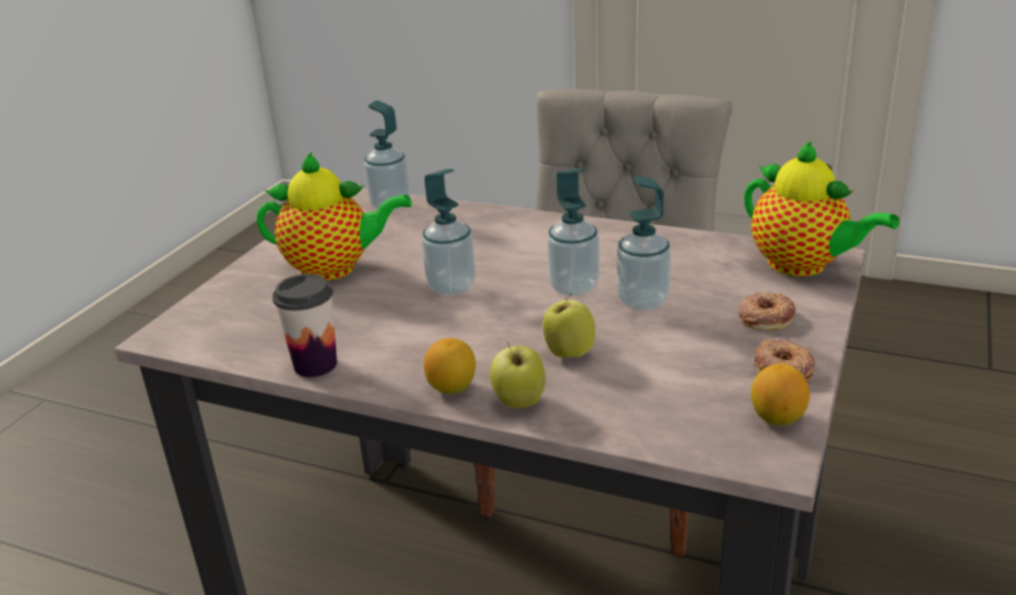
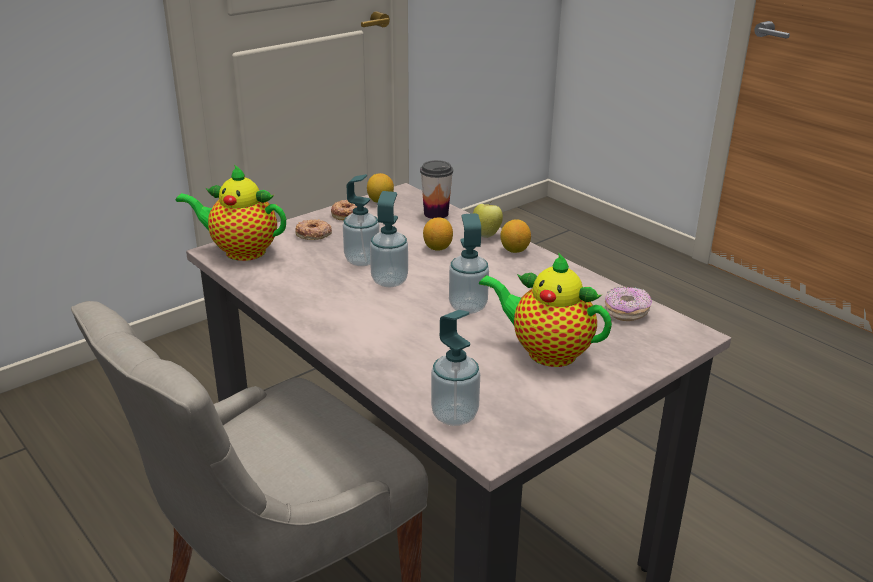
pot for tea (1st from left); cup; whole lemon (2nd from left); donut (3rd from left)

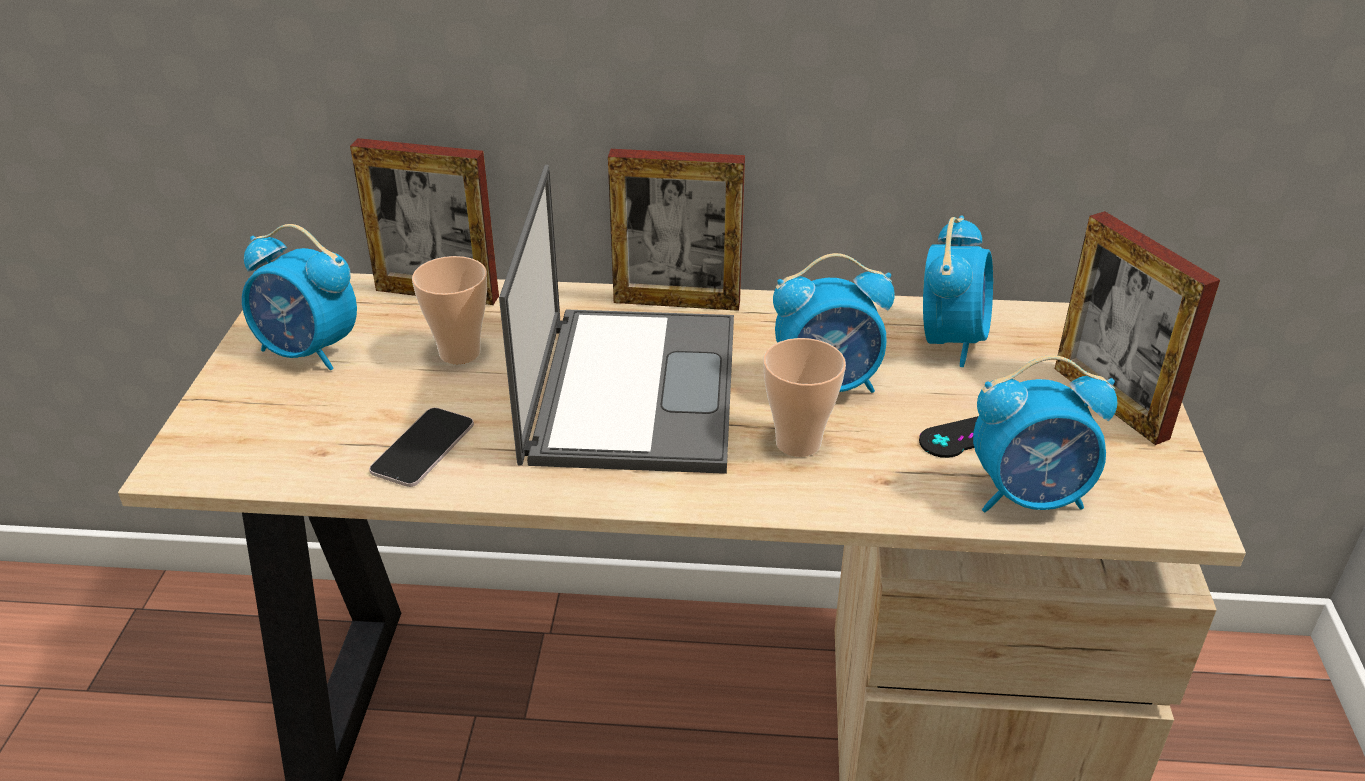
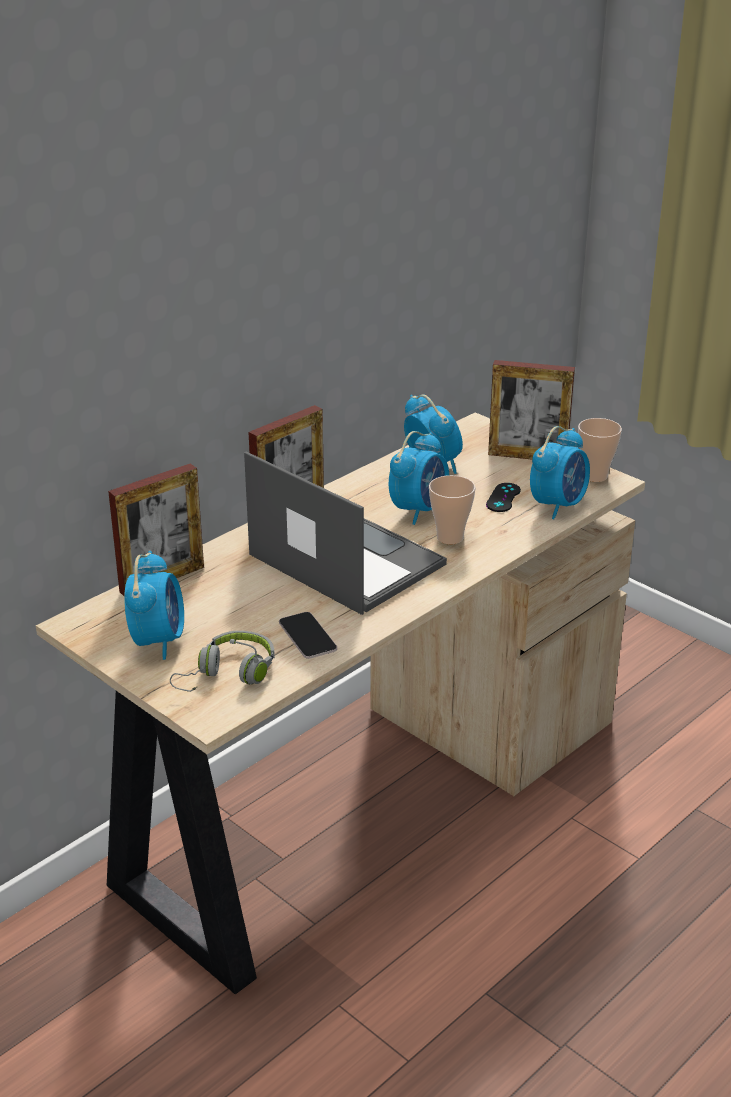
table clock (1st from left); cup (2nd from left); greyish pair of headphones

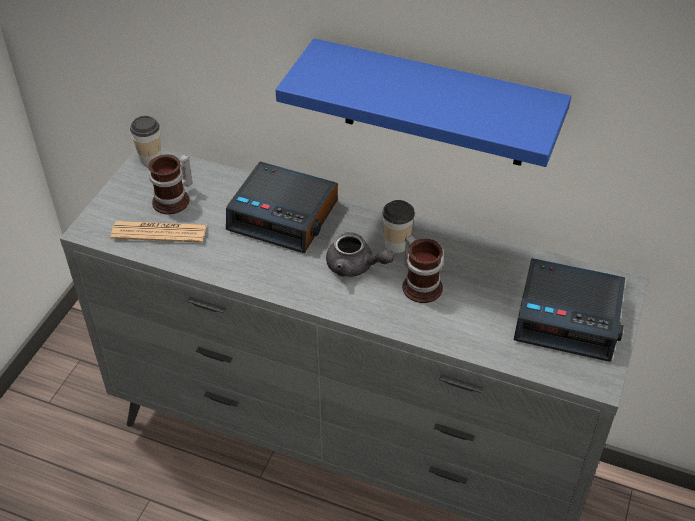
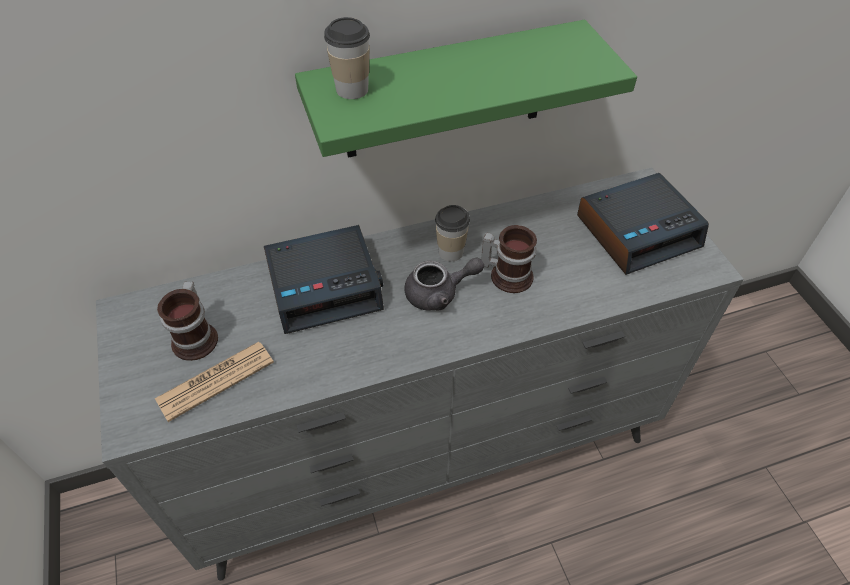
green wall shelf; cup (1st from left)

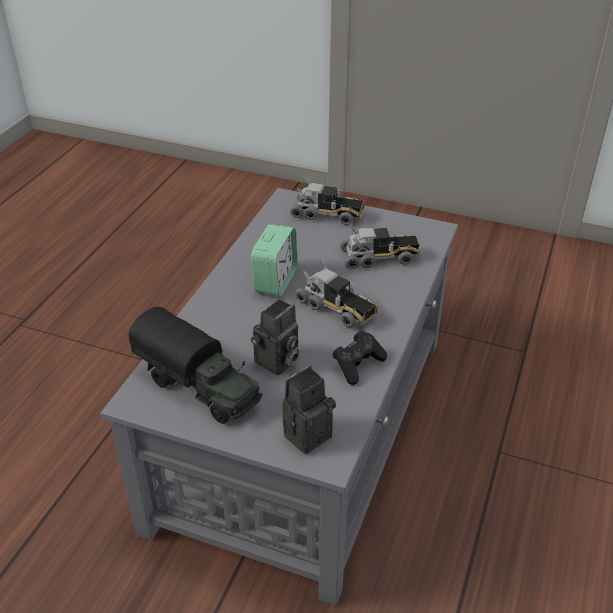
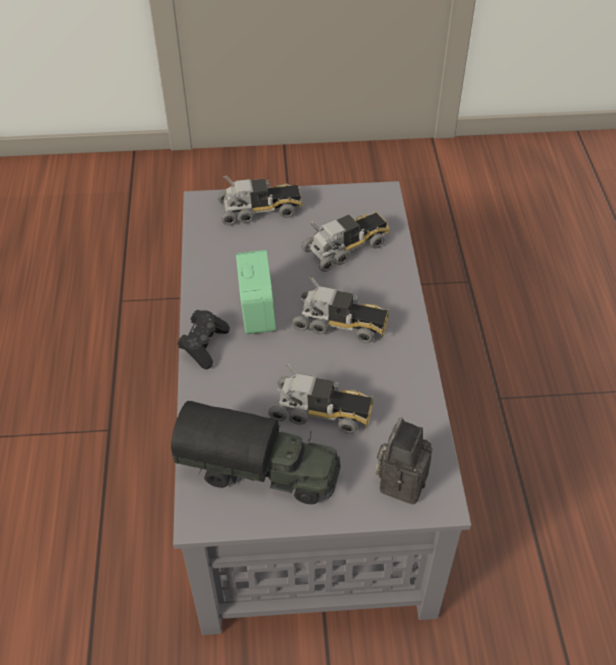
toy lorry (3rd from left); black-coloured gamepad

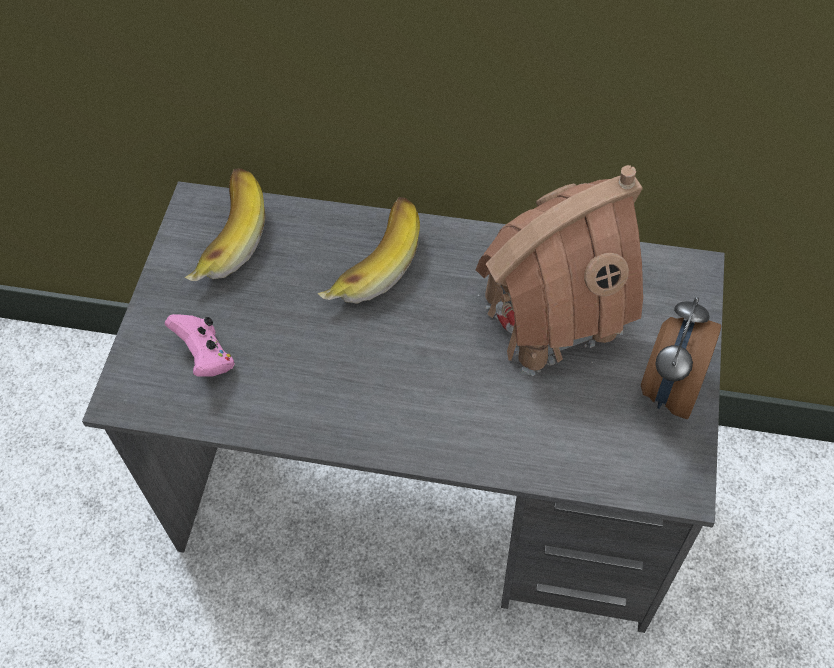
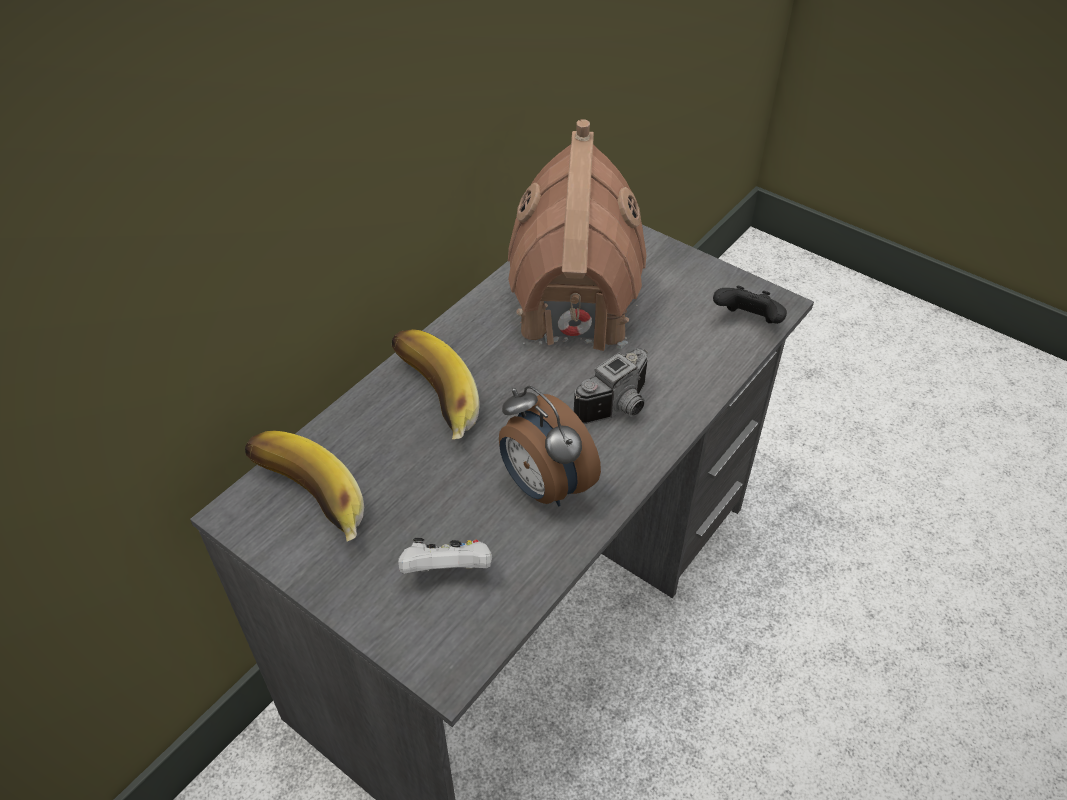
table clock; whitish gamepad; black-coloured gamepad; still camera

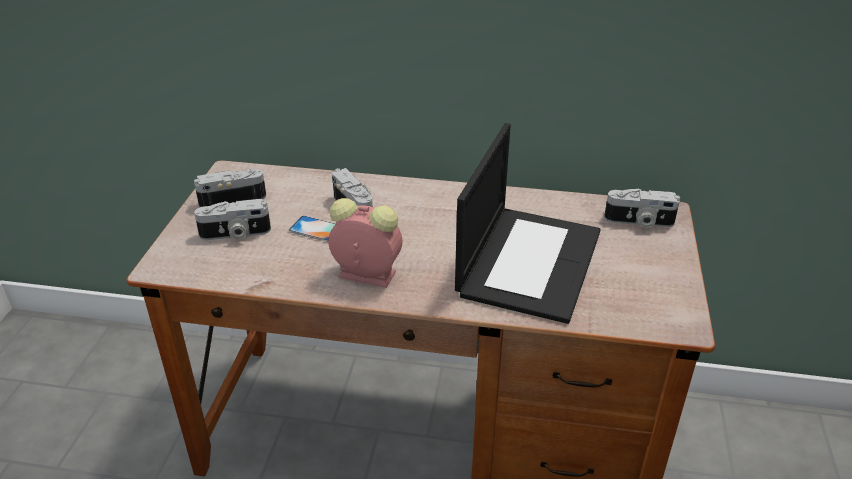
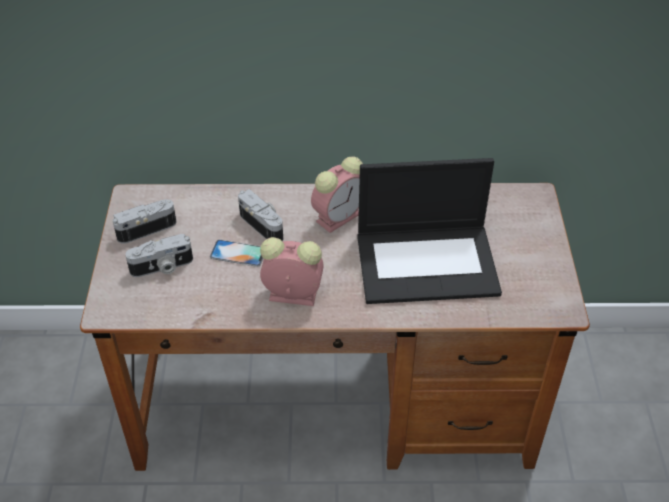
laptop; still camera (4th from left in the first image); table clock (2nd from left)

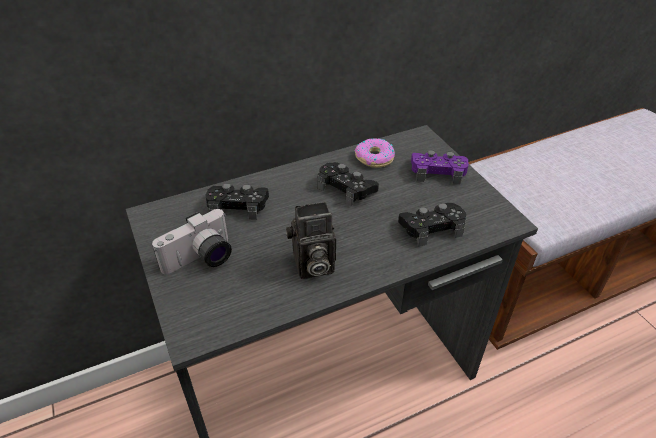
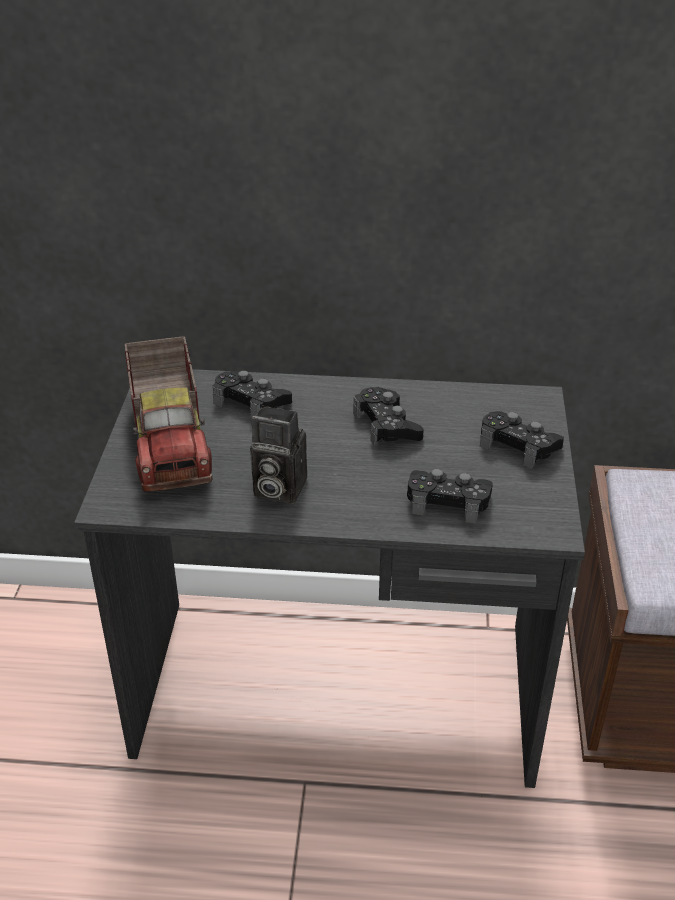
donut; black-coloured gamepad (4th from left); toy lorry

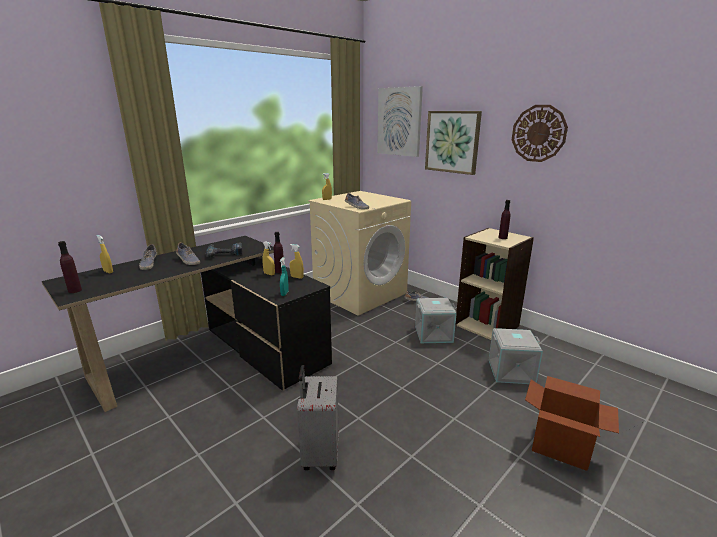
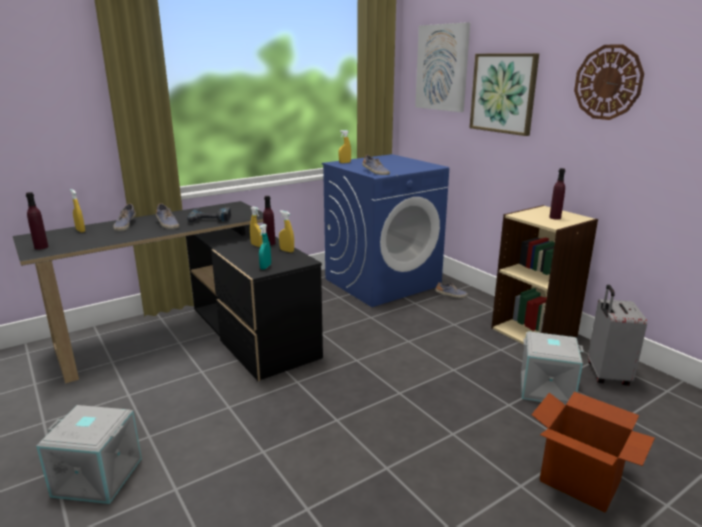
blue-coloured laundry machine; greyish storage box (1st from left); greyish piece of luggage

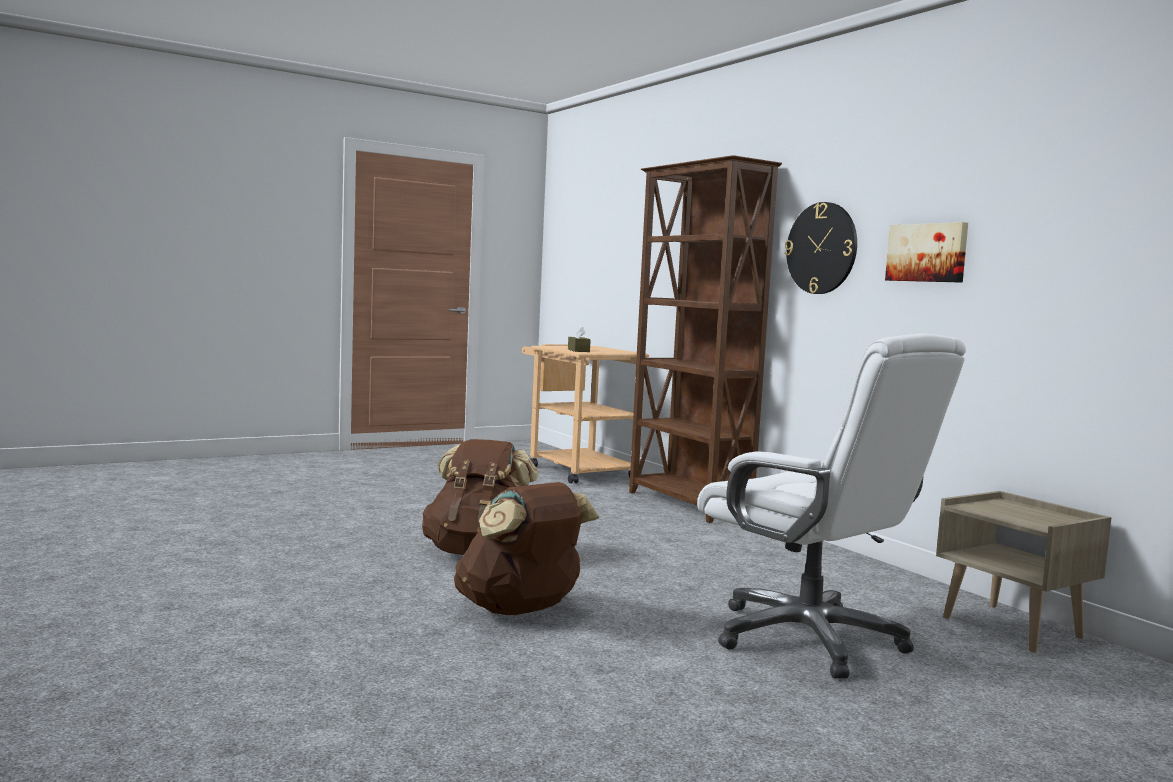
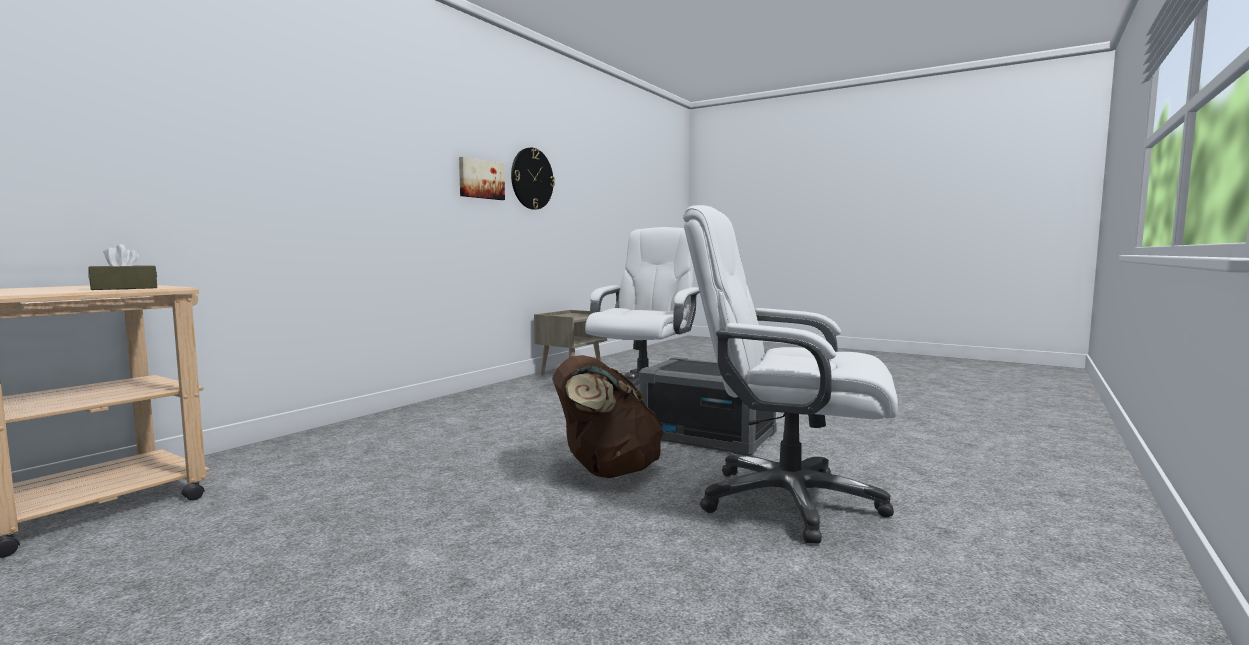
brown shelving unit; clock on the wall; greyish storage box; whitish computer chair (2nd from left)

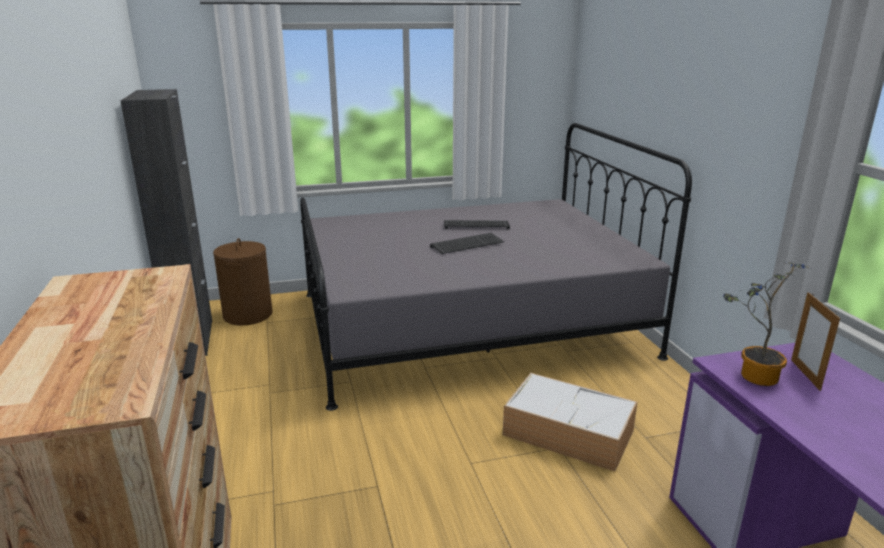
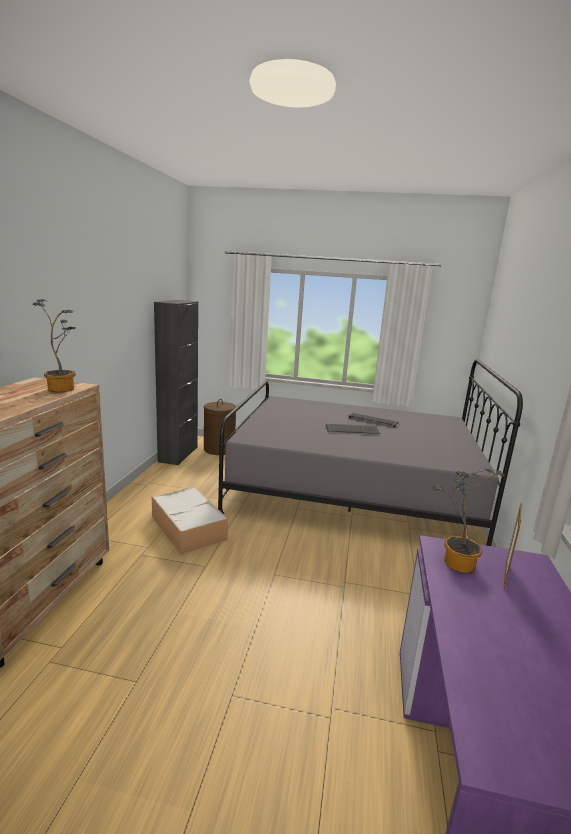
storage box; houseplant (1st from left)

